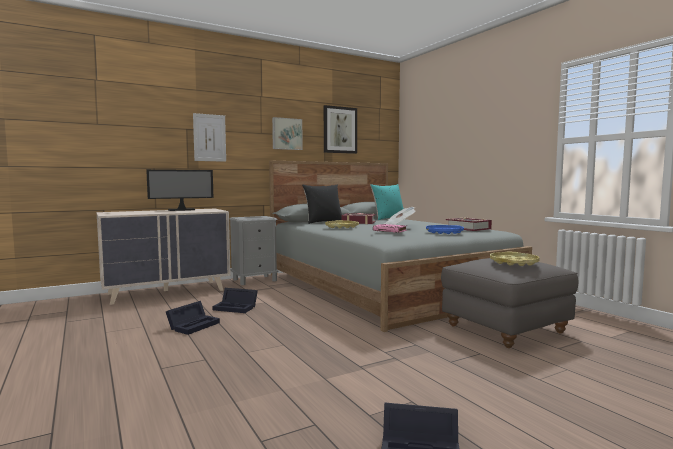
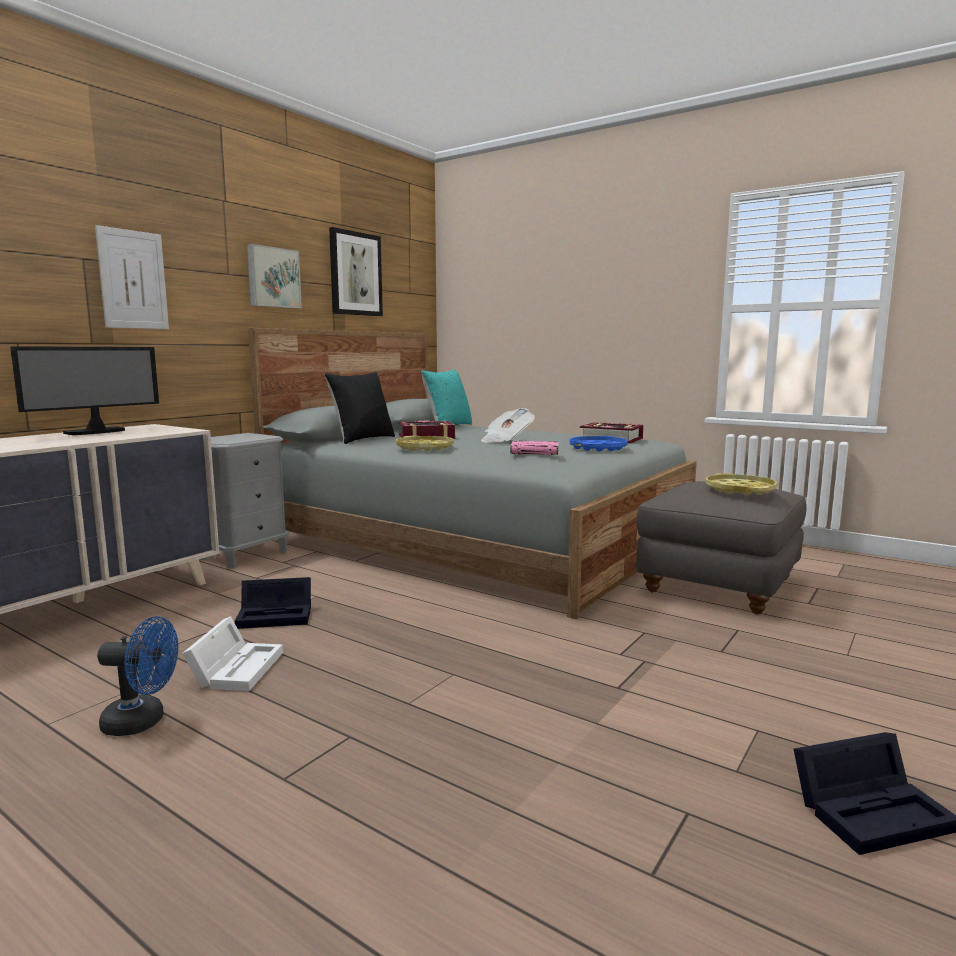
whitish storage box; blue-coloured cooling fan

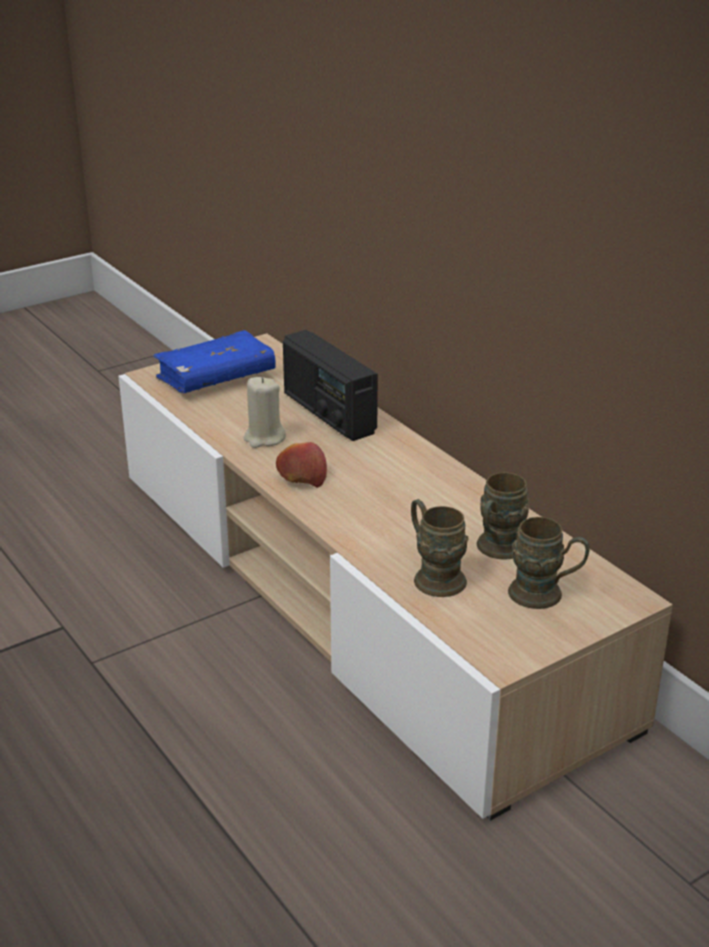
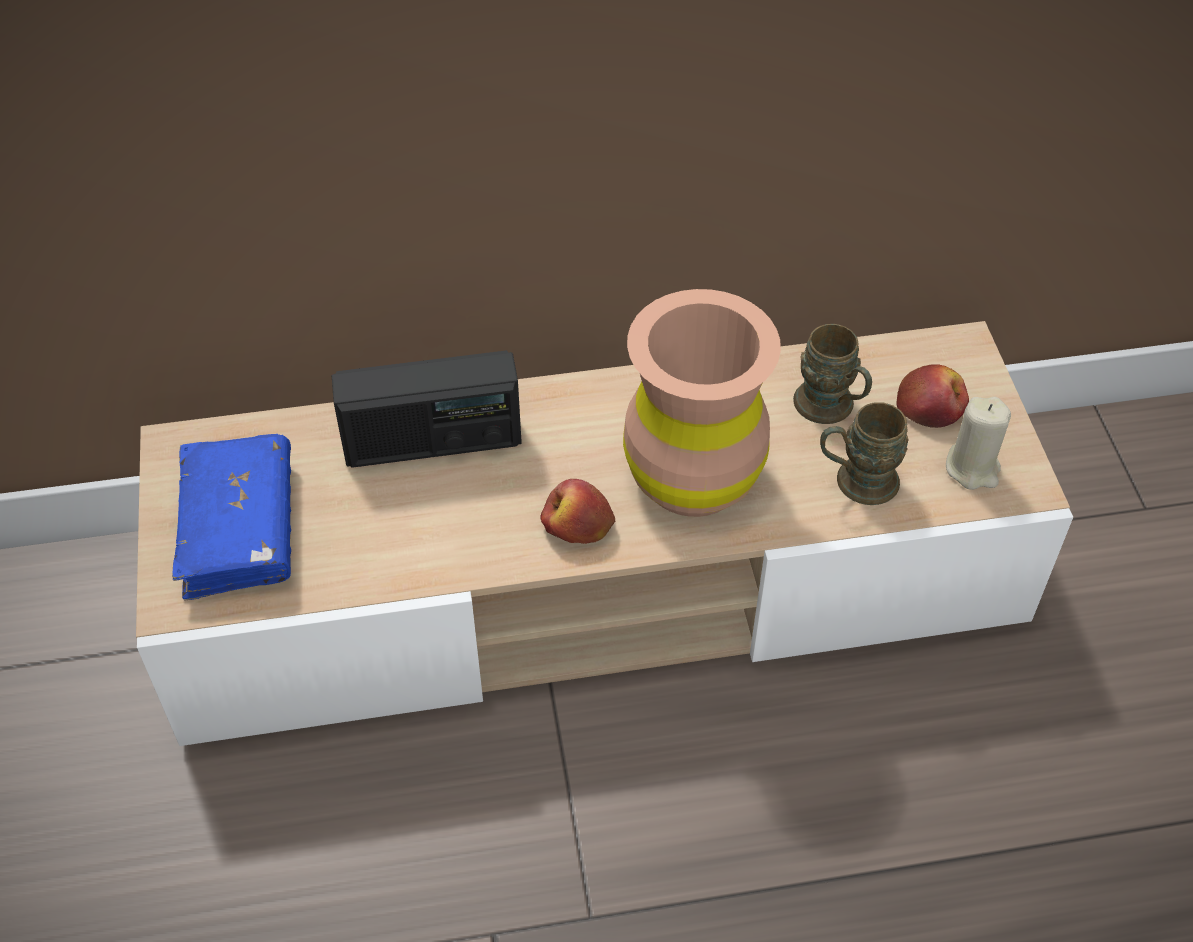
sand-coloured candle; apple (2nd from left); brown vase

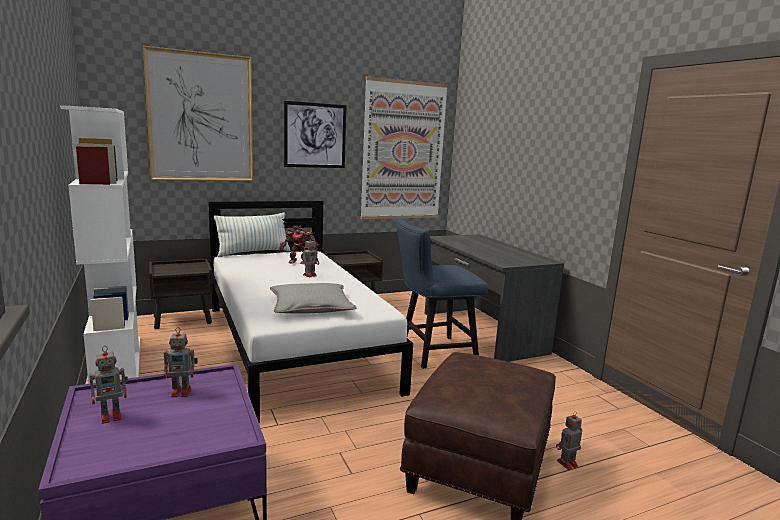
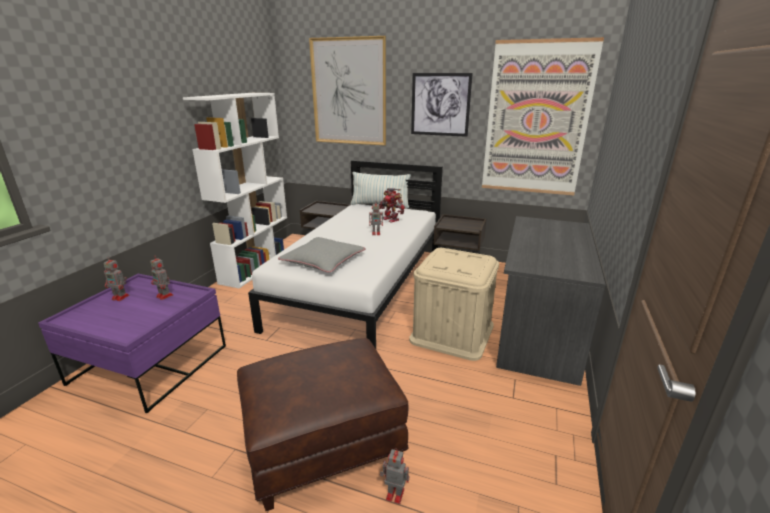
sand-coloured storage box

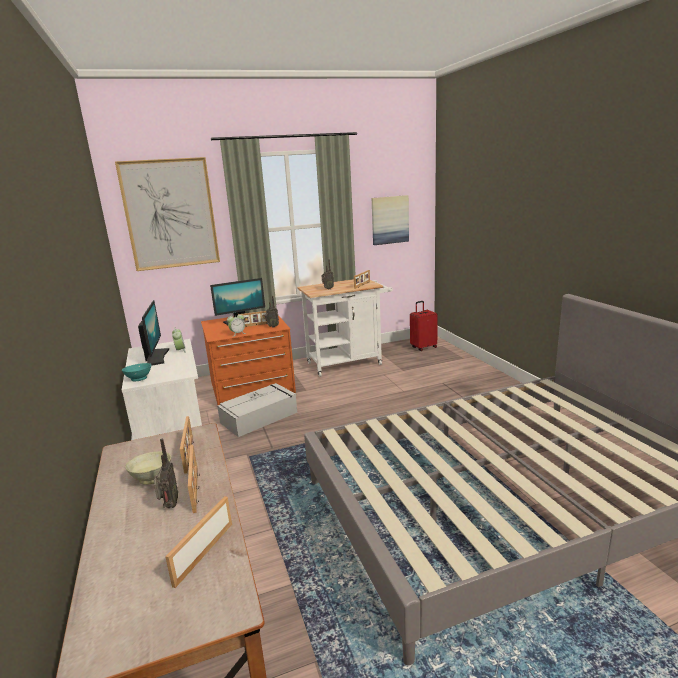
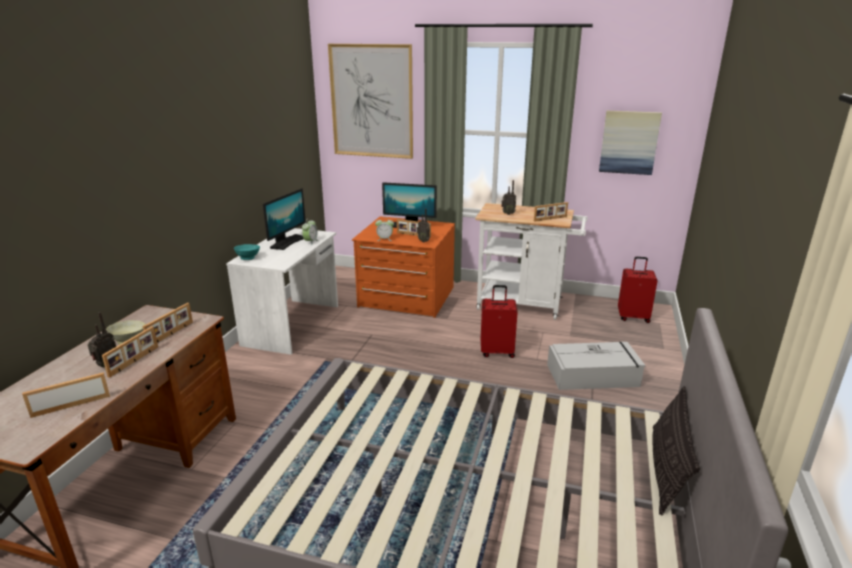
greyish storage box; red-coloured piece of luggage (1st from left); throw pillow

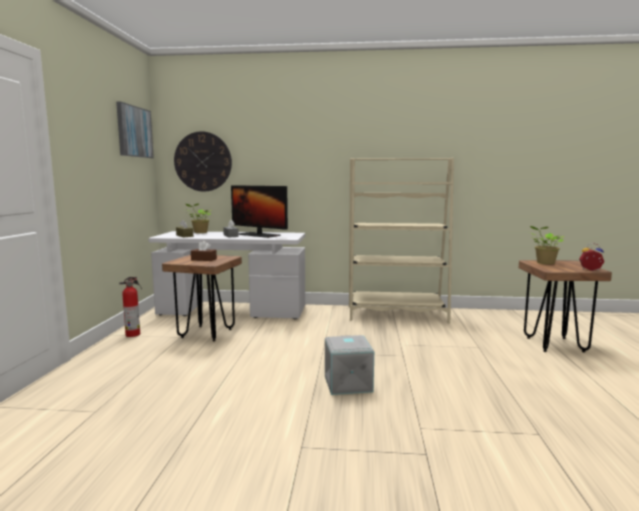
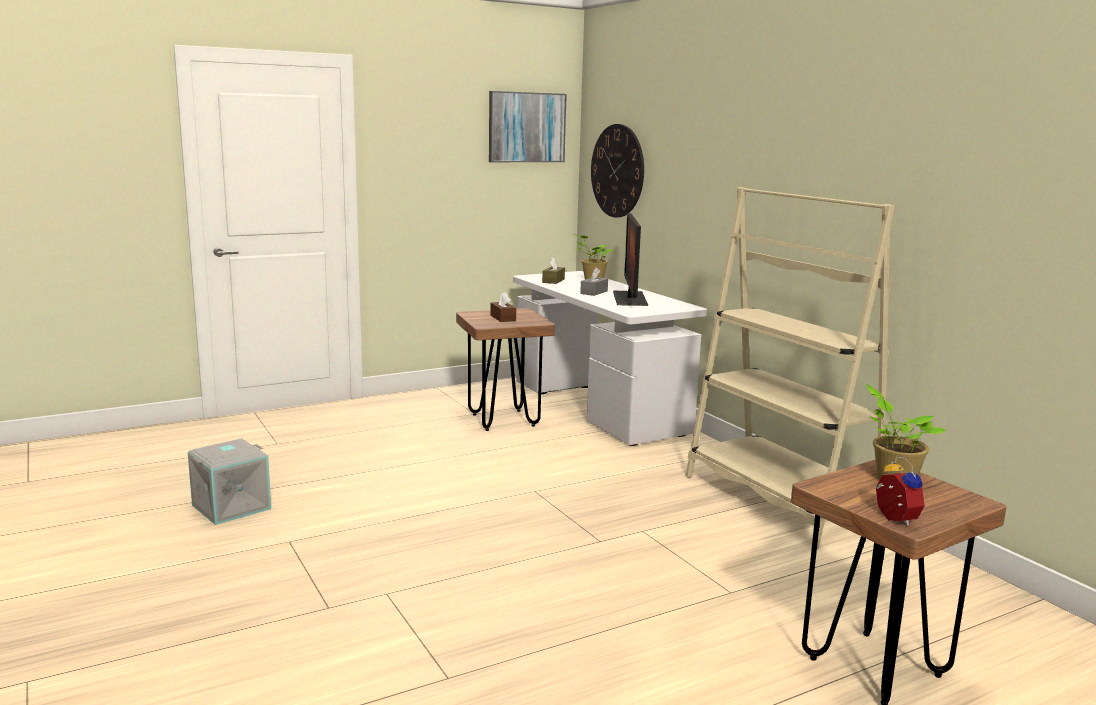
extinguisher; greyish storage box

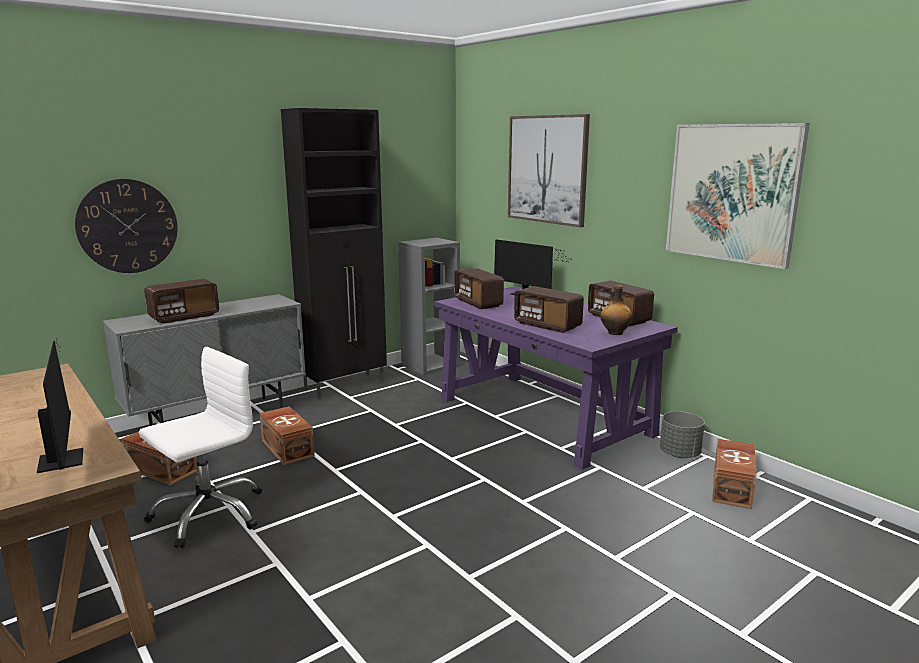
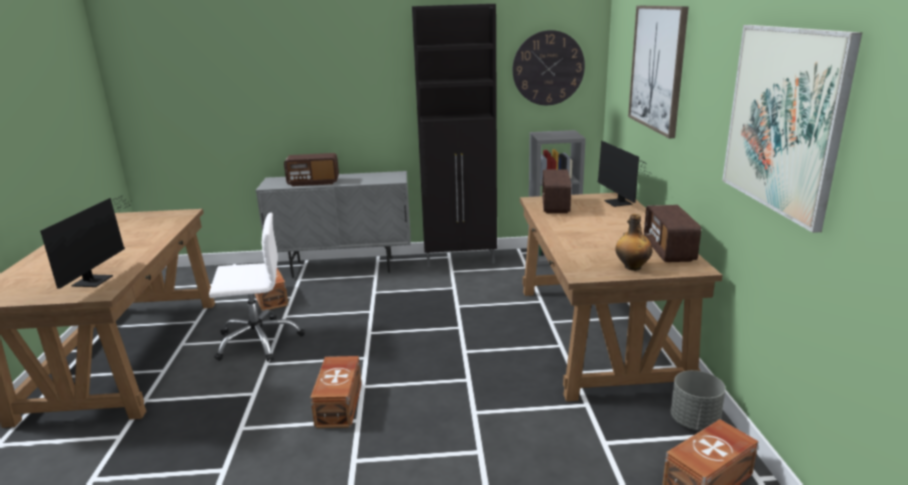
clock on the wall; brown desk (2nd from left); radio set (3rd from left in the first image); brown storage box (2nd from left)

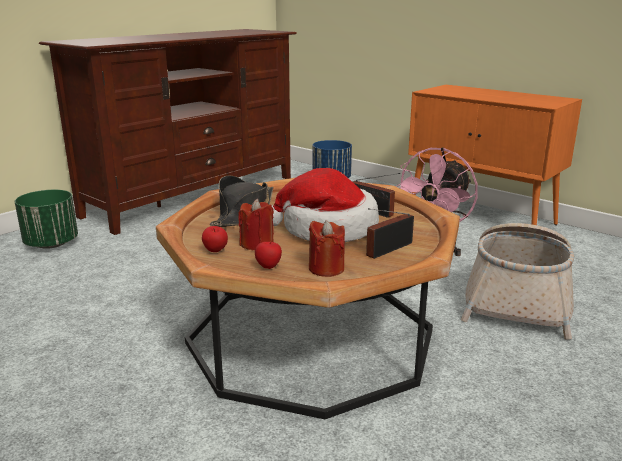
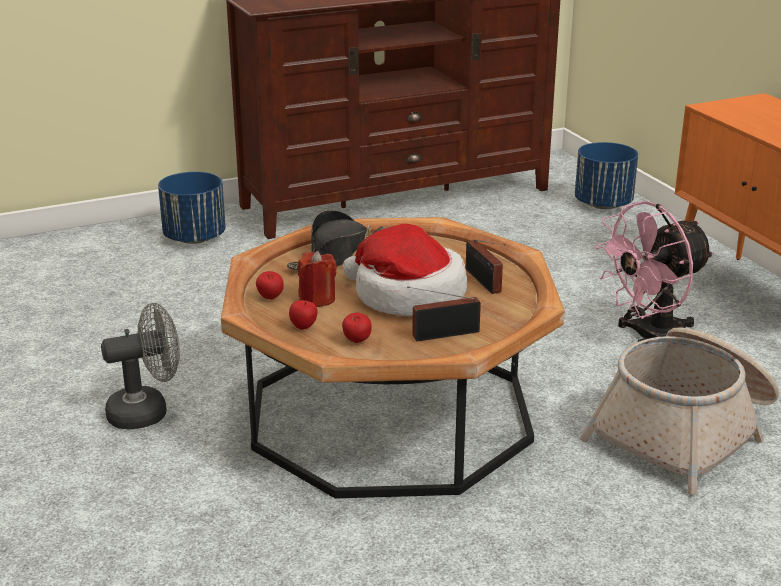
blue-coloured planter (1st from left); apple (3rd from left); greyish cooling fan

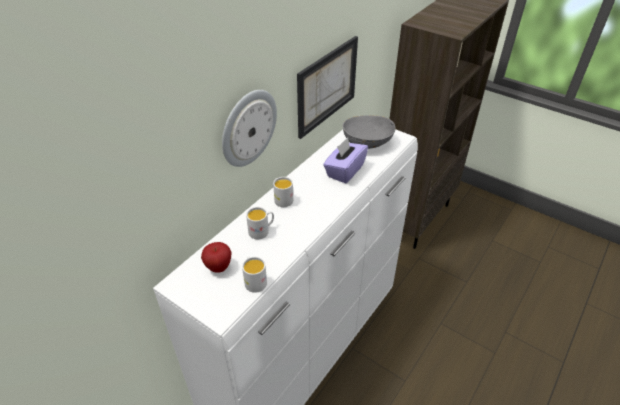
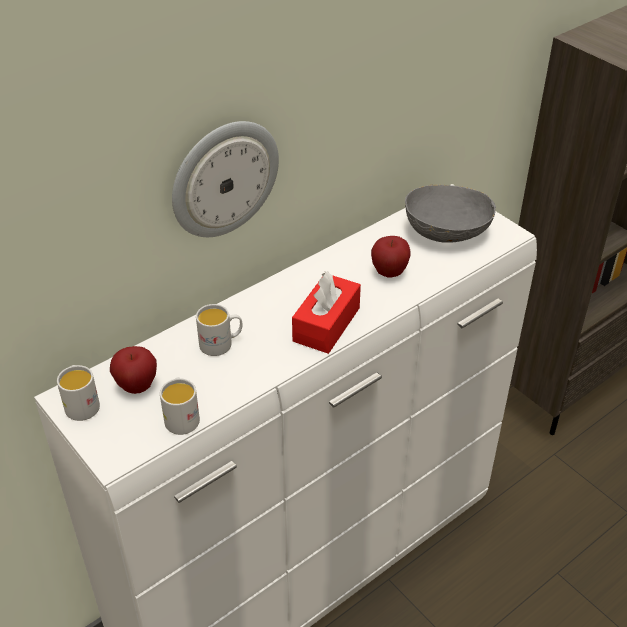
wall picture; apple (2nd from left); whitish tea mug (1st from left); red-coloured box of tissues

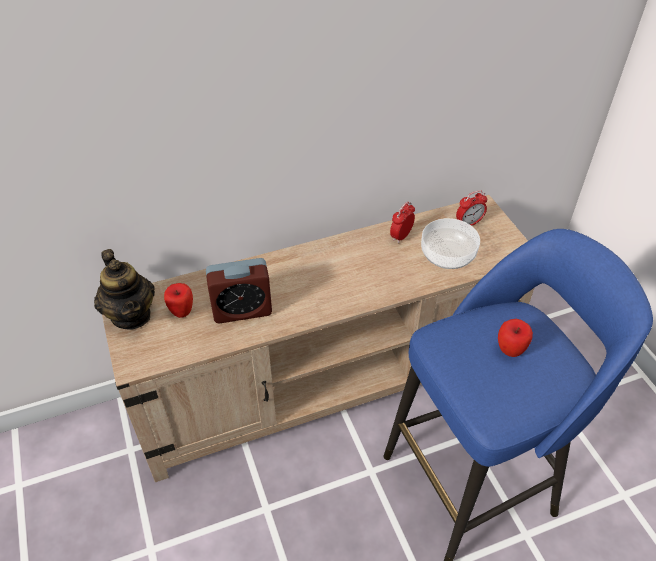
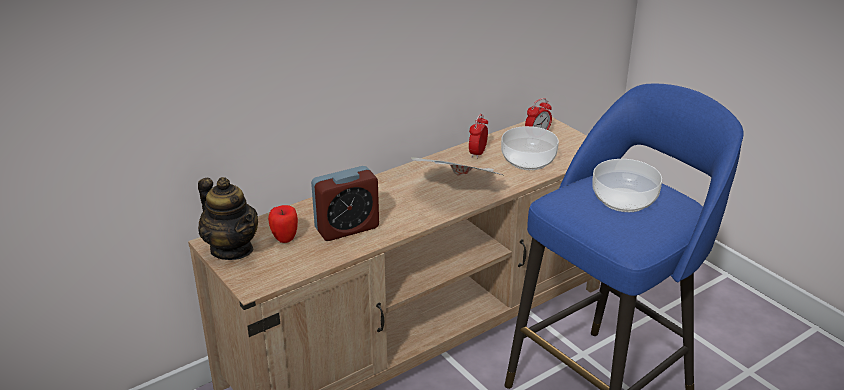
deep dish (2nd from left); newspaper

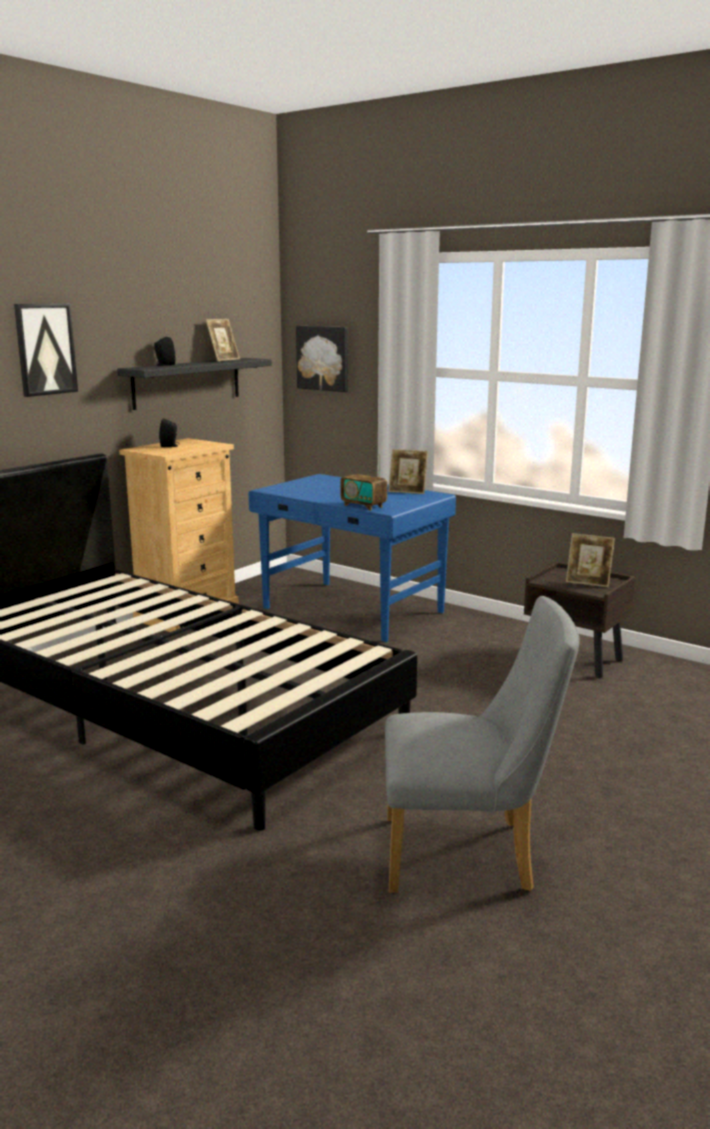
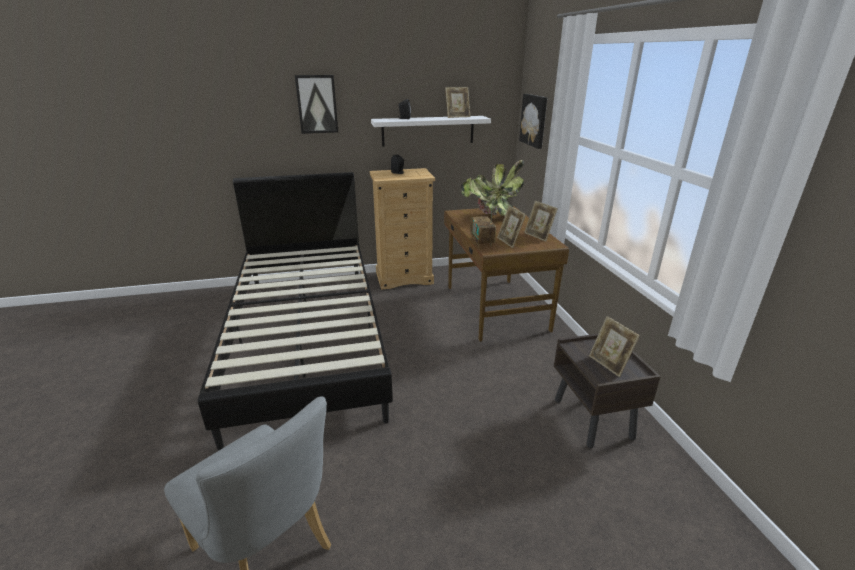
whitish wall shelf; brown desk; houseplant; standing frame (2nd from left)

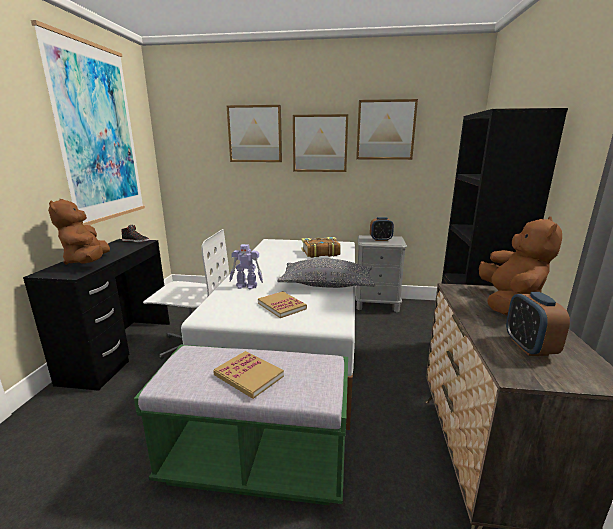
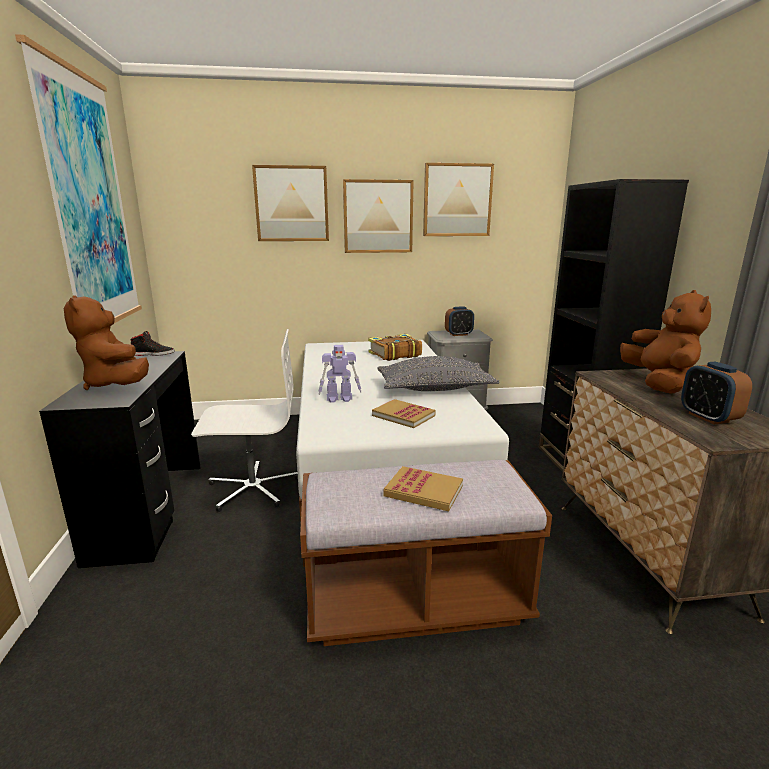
brown long seat

